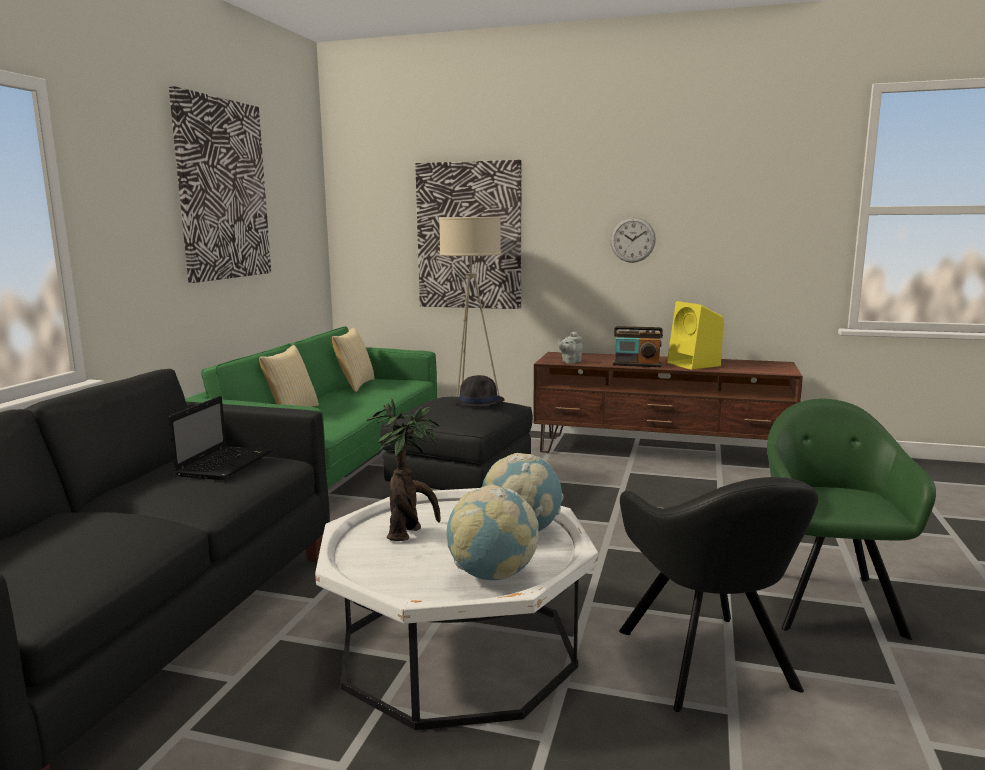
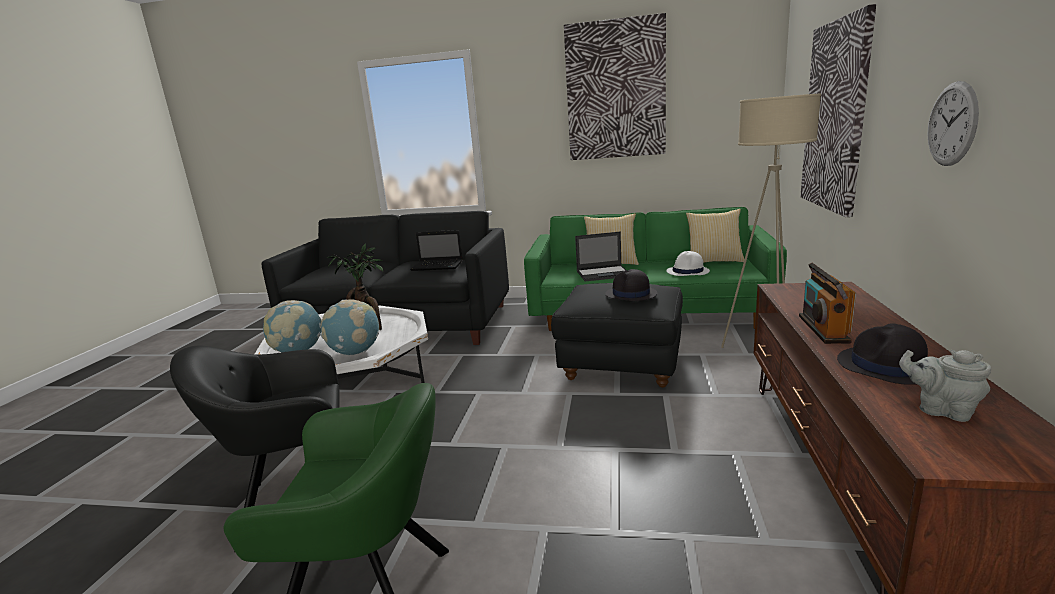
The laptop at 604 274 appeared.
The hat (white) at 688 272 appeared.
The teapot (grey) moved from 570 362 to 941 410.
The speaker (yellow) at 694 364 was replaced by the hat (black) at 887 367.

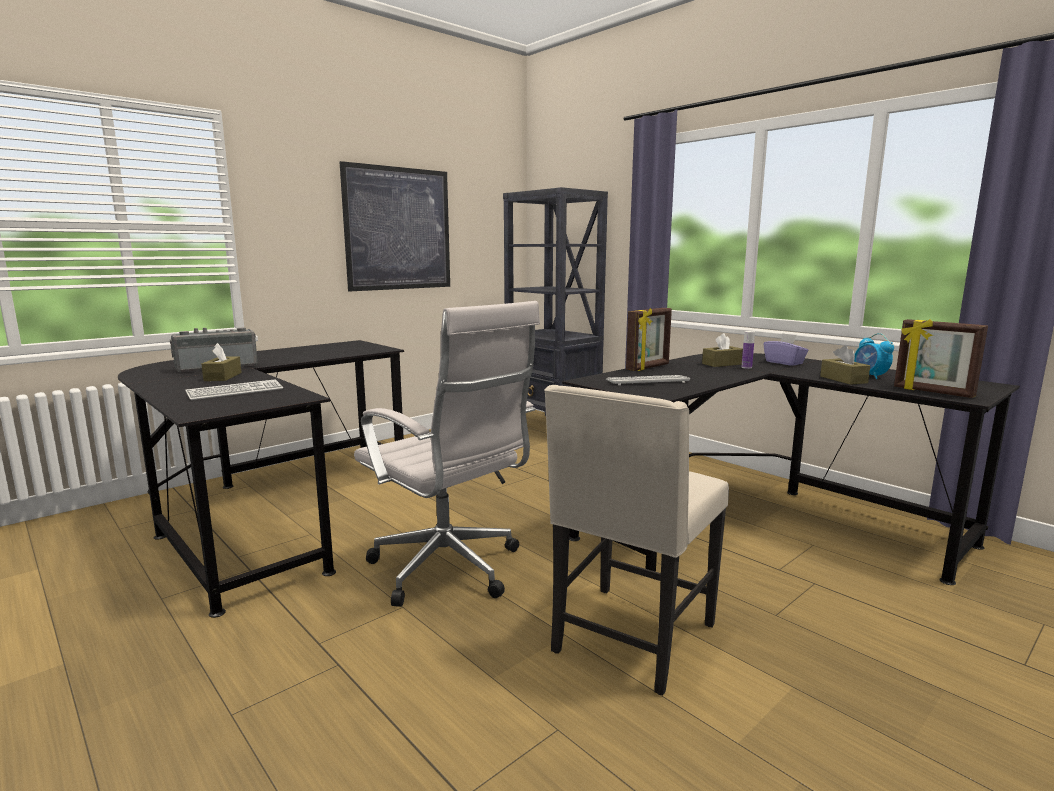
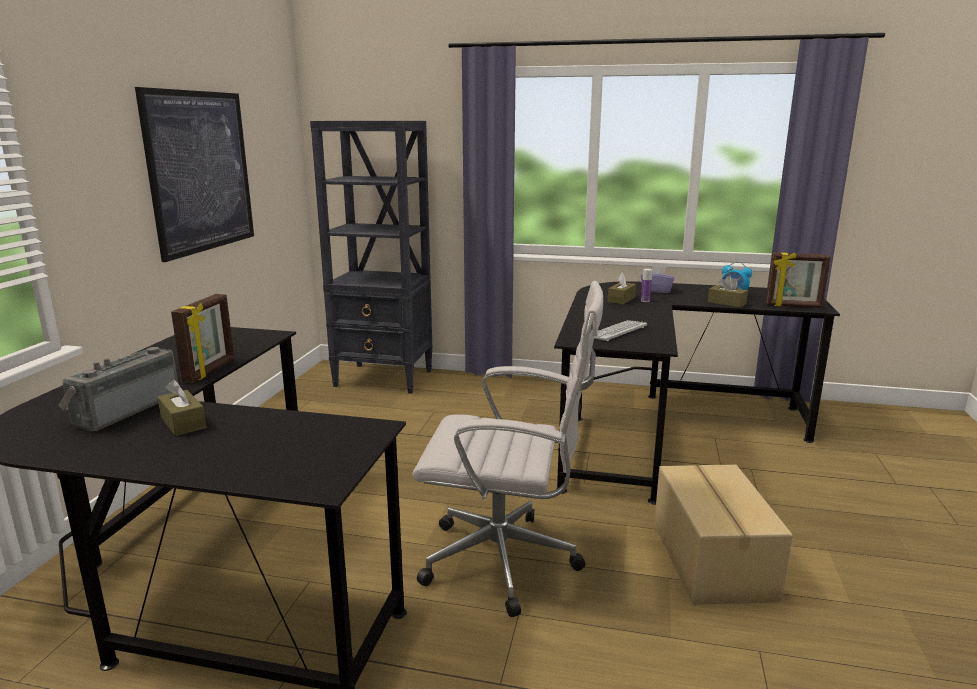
The keyboard at 235 391 disappeared.
The picture frame moved from 648 367 to 210 371.
The chair (beige) at 630 639 was replaced by the cardboard box at 710 560.

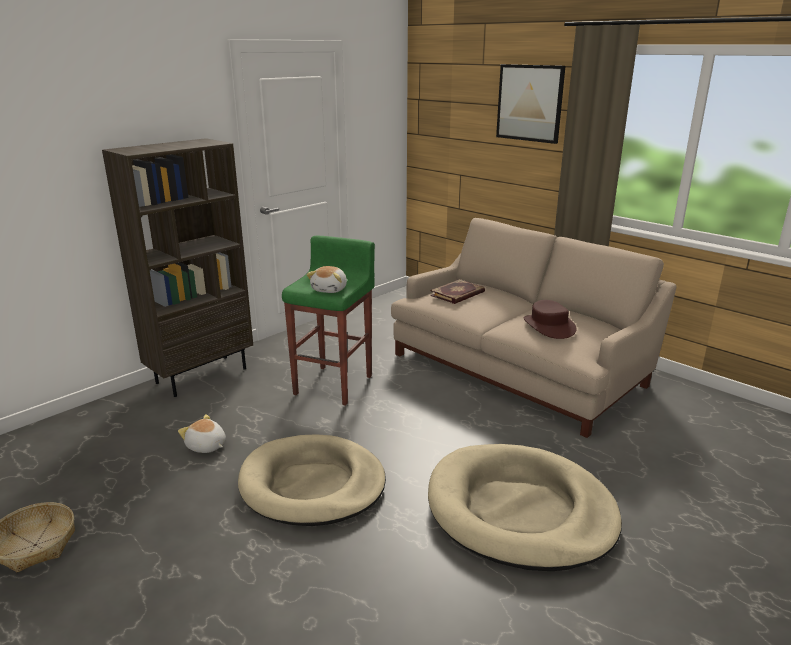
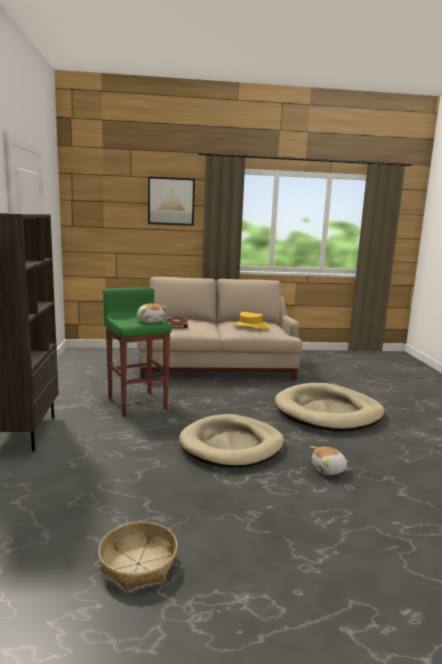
The plush toy moved from 206 446 to 328 470.
The hat (brown) at 548 326 became the hat (yellow) at 250 326.

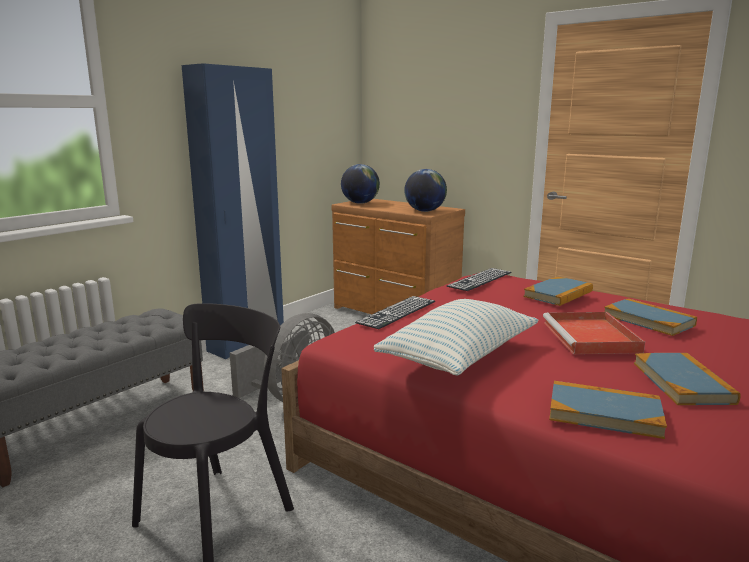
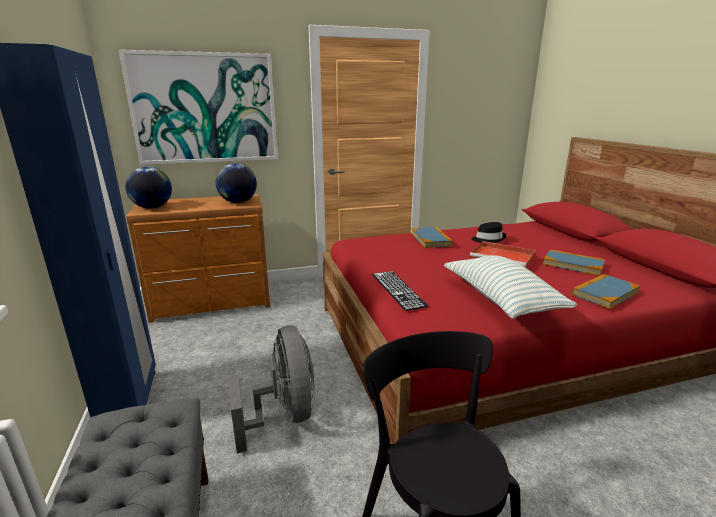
The keyboard at 480 279 disappeared.
The picture at 205 109 appeared.
The book at 648 320 was replaced by the hat (black) at 488 239.

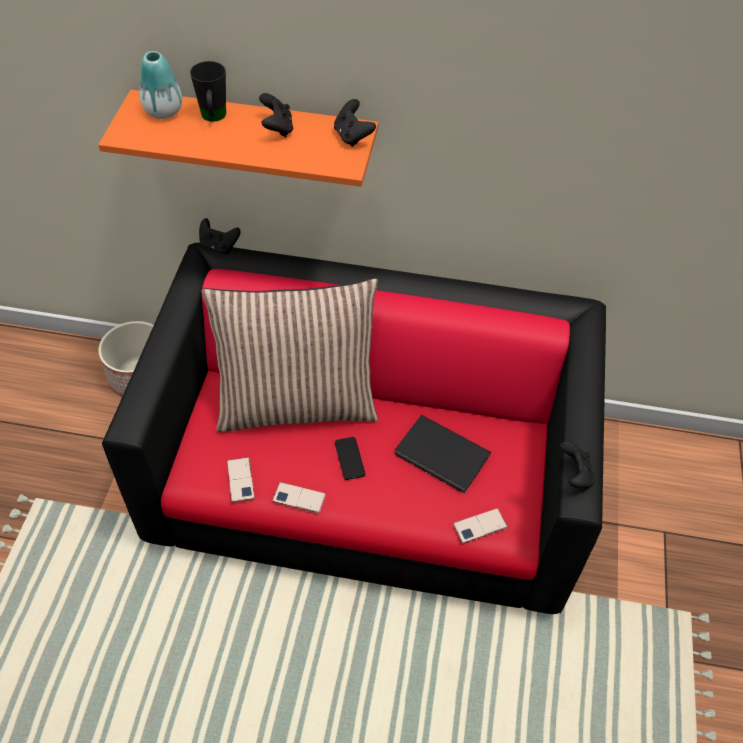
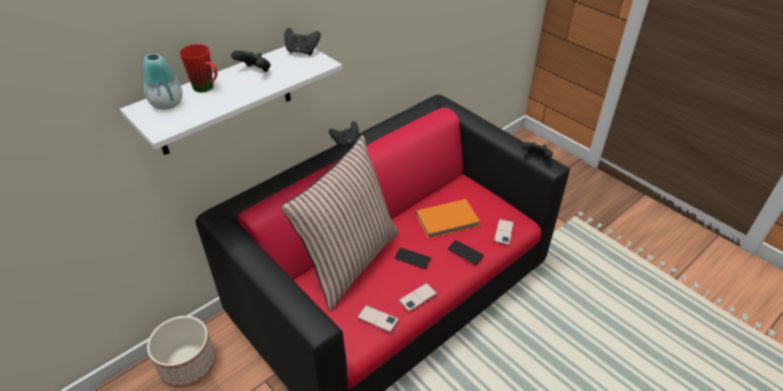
The phone at 465 252 appeared.
The game controller (black) moved from 219 246 to 346 142.
The shelf (orange) at 256 139 became the shelf (white) at 224 99.
The mug (black) at 213 118 became the mug (red) at 207 88.
The book (black) at 442 457 became the book (orange) at 448 220.

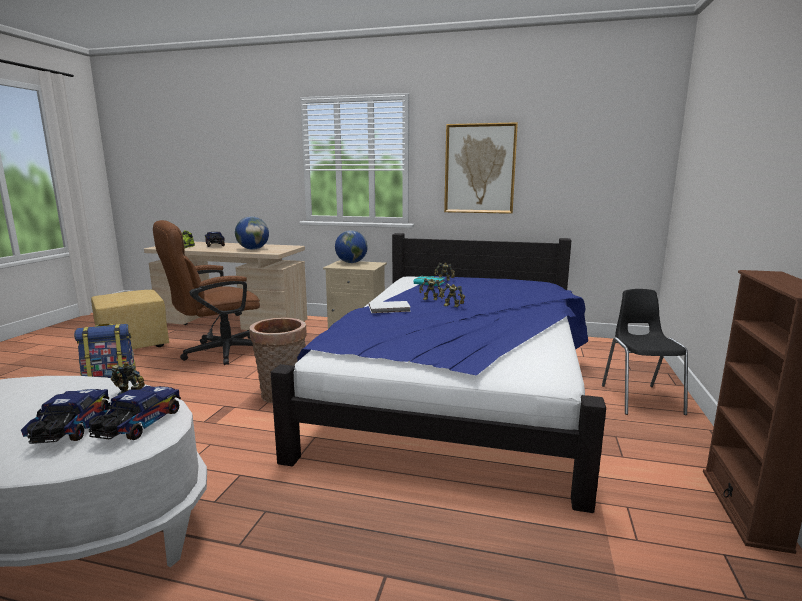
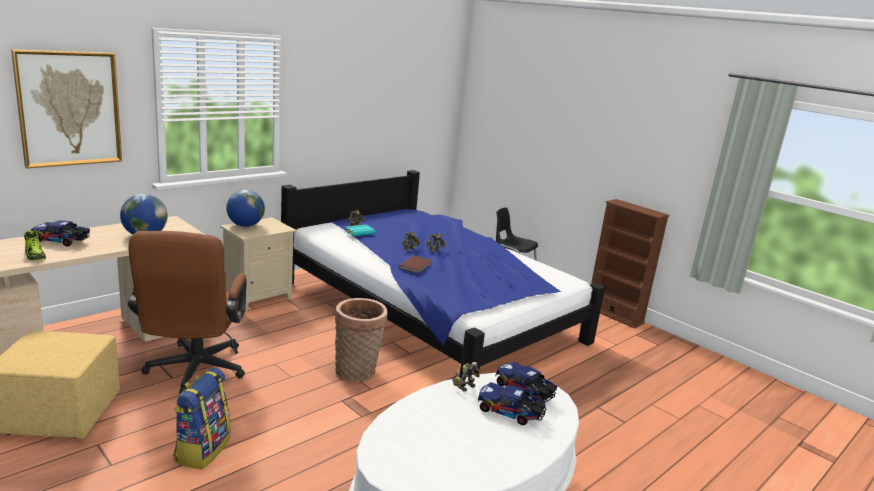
The picture moved from 479 169 to 69 109.
The book (white) at 390 309 became the book (brown) at 416 266.

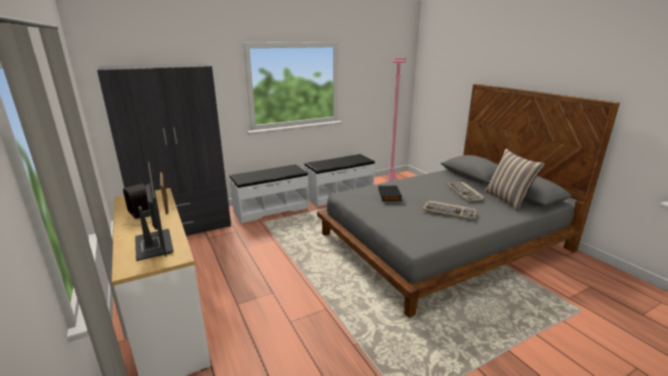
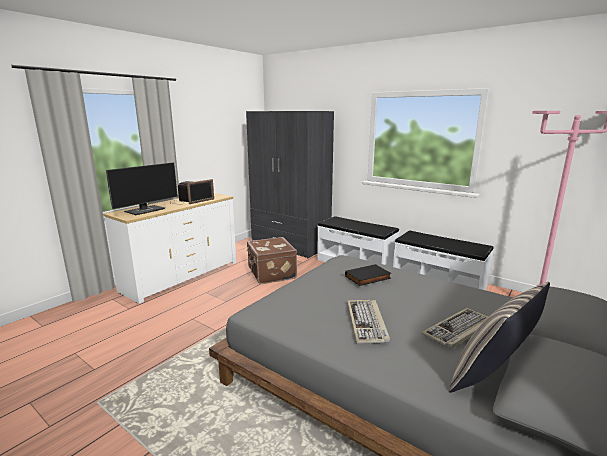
The suitcase (brown) at 271 273 appeared.

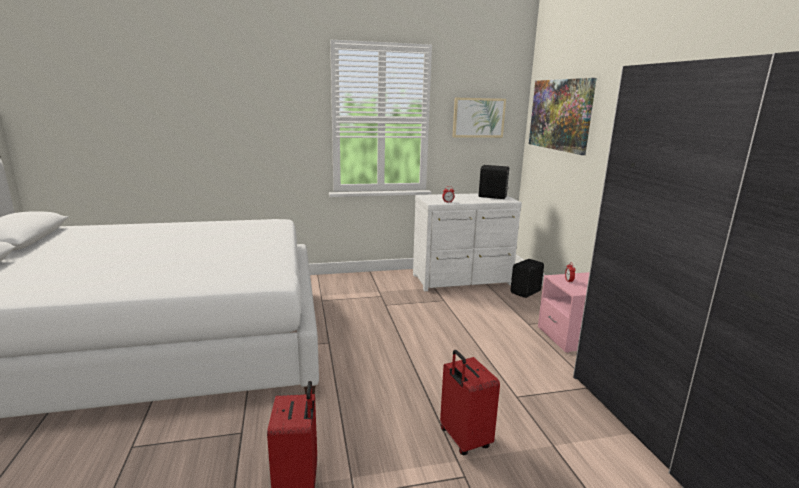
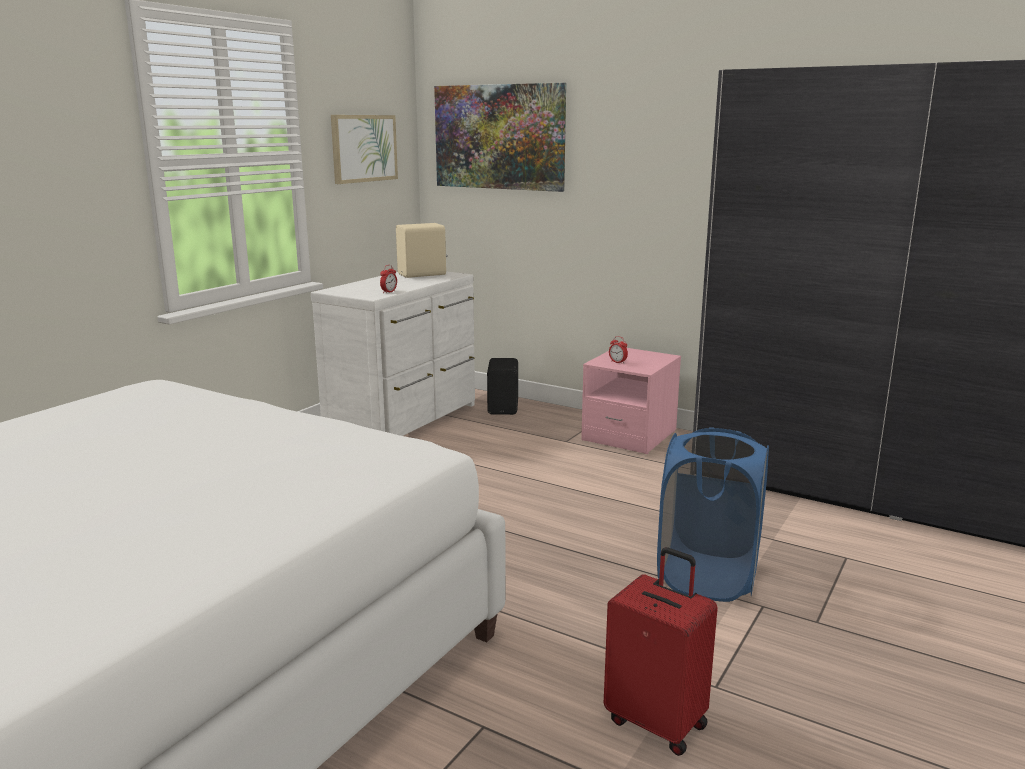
The suitcase (red) at 463 439 was replaced by the laundry basket (blue) at 707 577.
The speaker (black) at 493 197 became the speaker (beige) at 423 274.

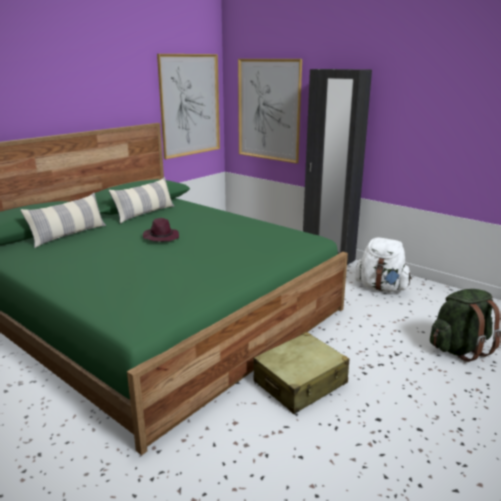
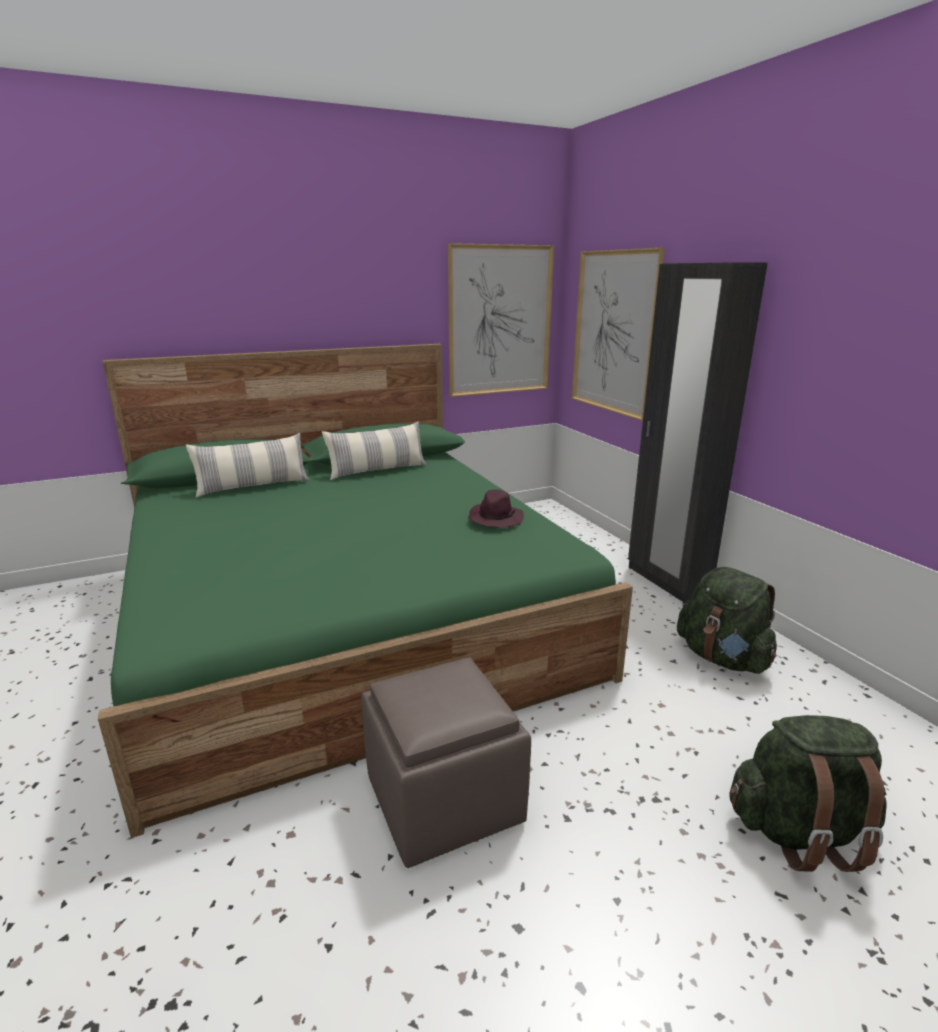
The hat (purple) moved from 161 237 to 495 519.
The suitcase (beige) at 300 383 was replaced by the ottoman (brown) at 444 798.
The backpack (white) at 381 288 became the backpack (green) at 722 658.

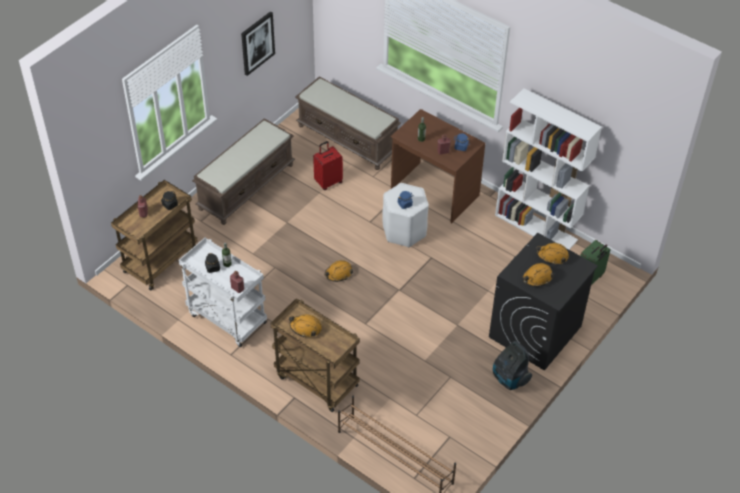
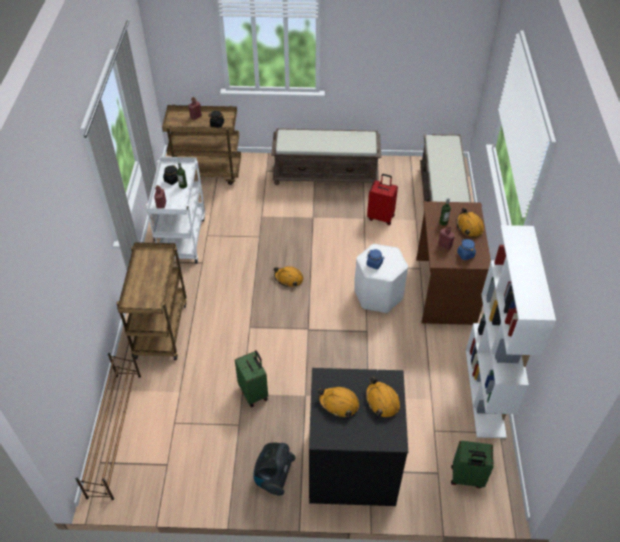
The picture at 257 43 disappeared.
The suitcase (green) at 254 392 appeared.
The hard hat (orange) moved from 305 328 to 469 226.

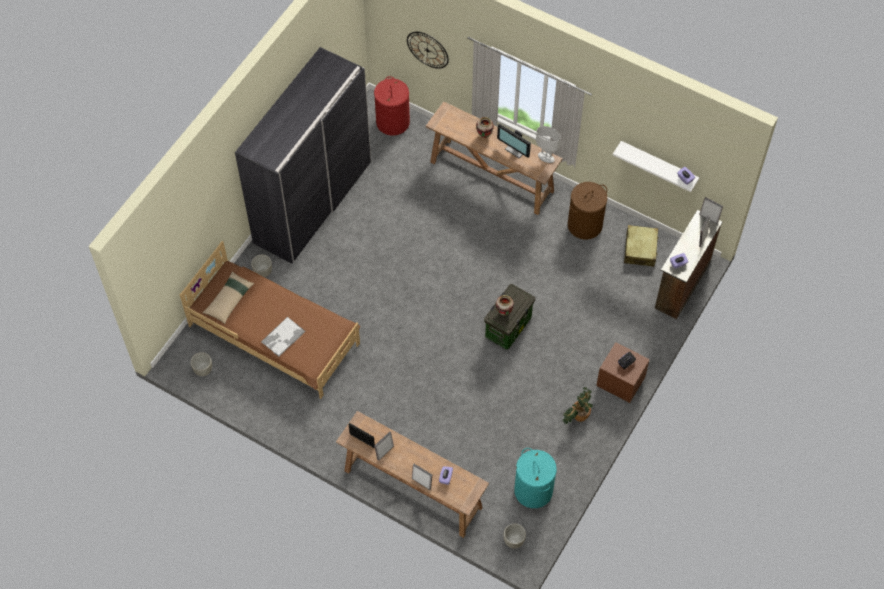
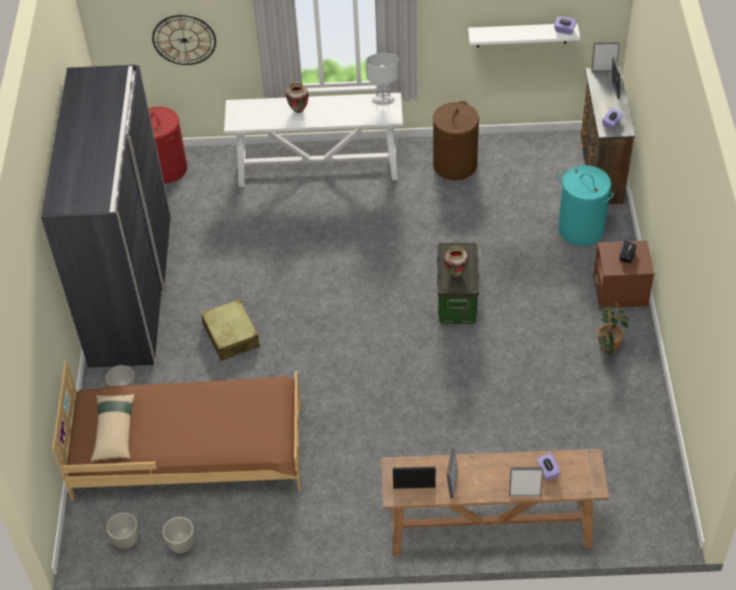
The tray at 283 337 disappeared.
The monitor at 517 149 disappeared.
The planter (grey) moved from 513 541 to 181 544.
The laundry basket (turquoise) moved from 533 490 to 580 229.
The suitcase (beige) moved from 640 249 to 231 336.
The console table (brown) at 492 177 became the console table (white) at 319 168.

